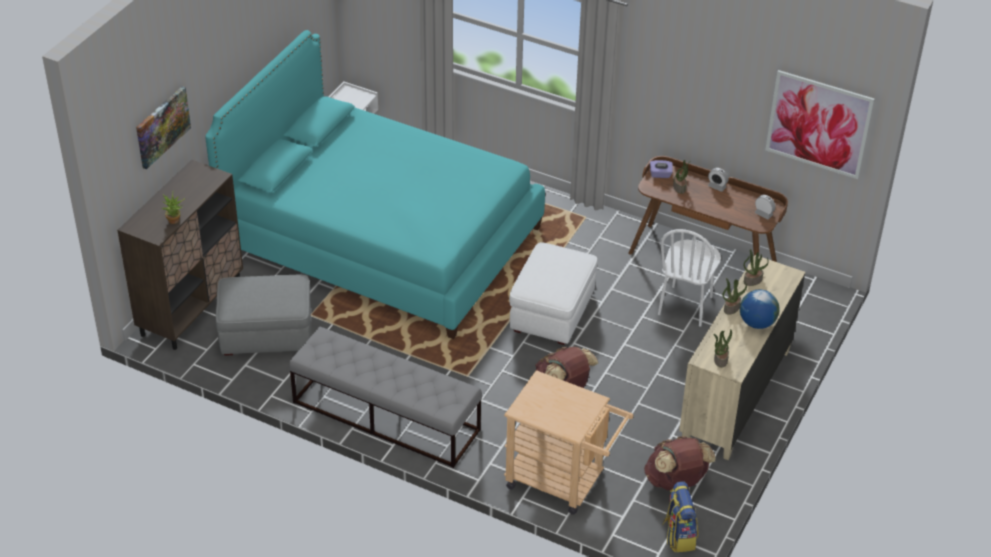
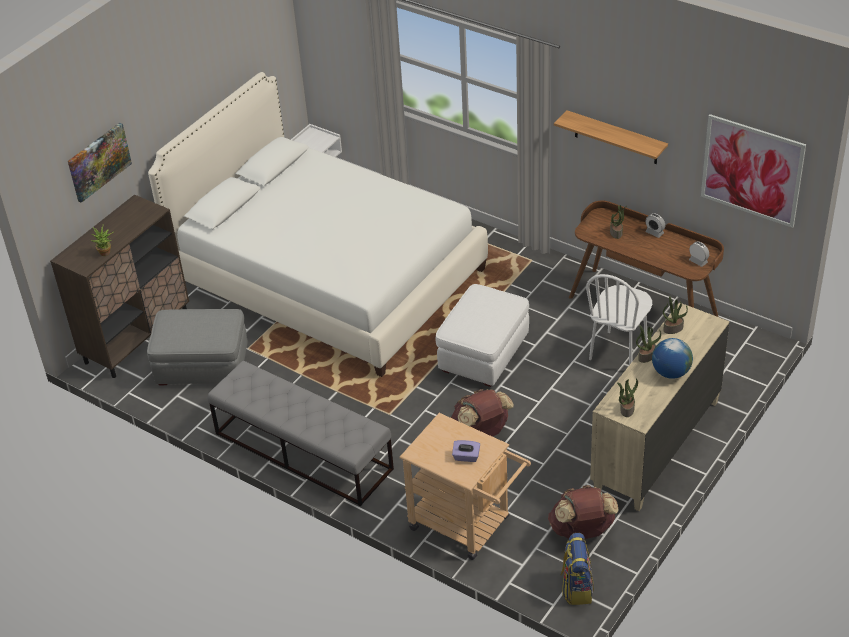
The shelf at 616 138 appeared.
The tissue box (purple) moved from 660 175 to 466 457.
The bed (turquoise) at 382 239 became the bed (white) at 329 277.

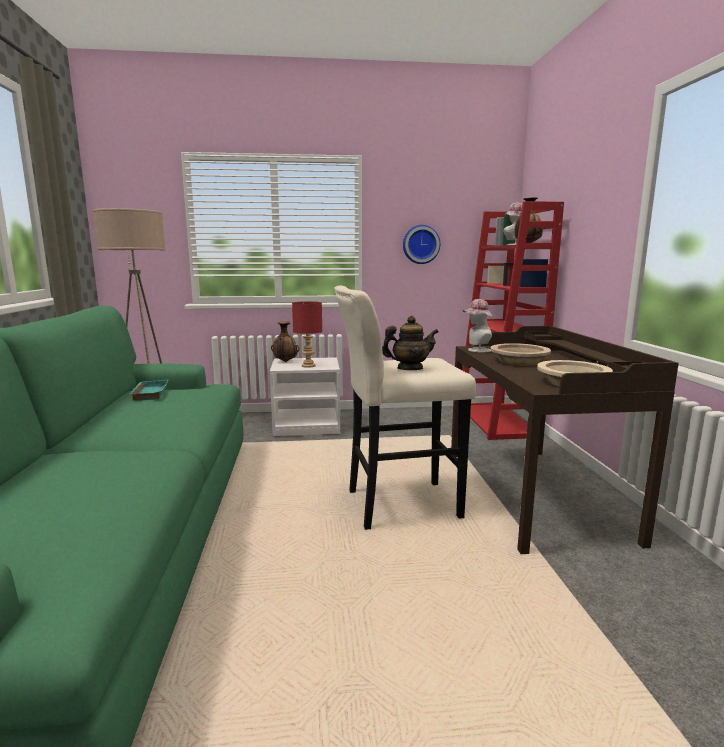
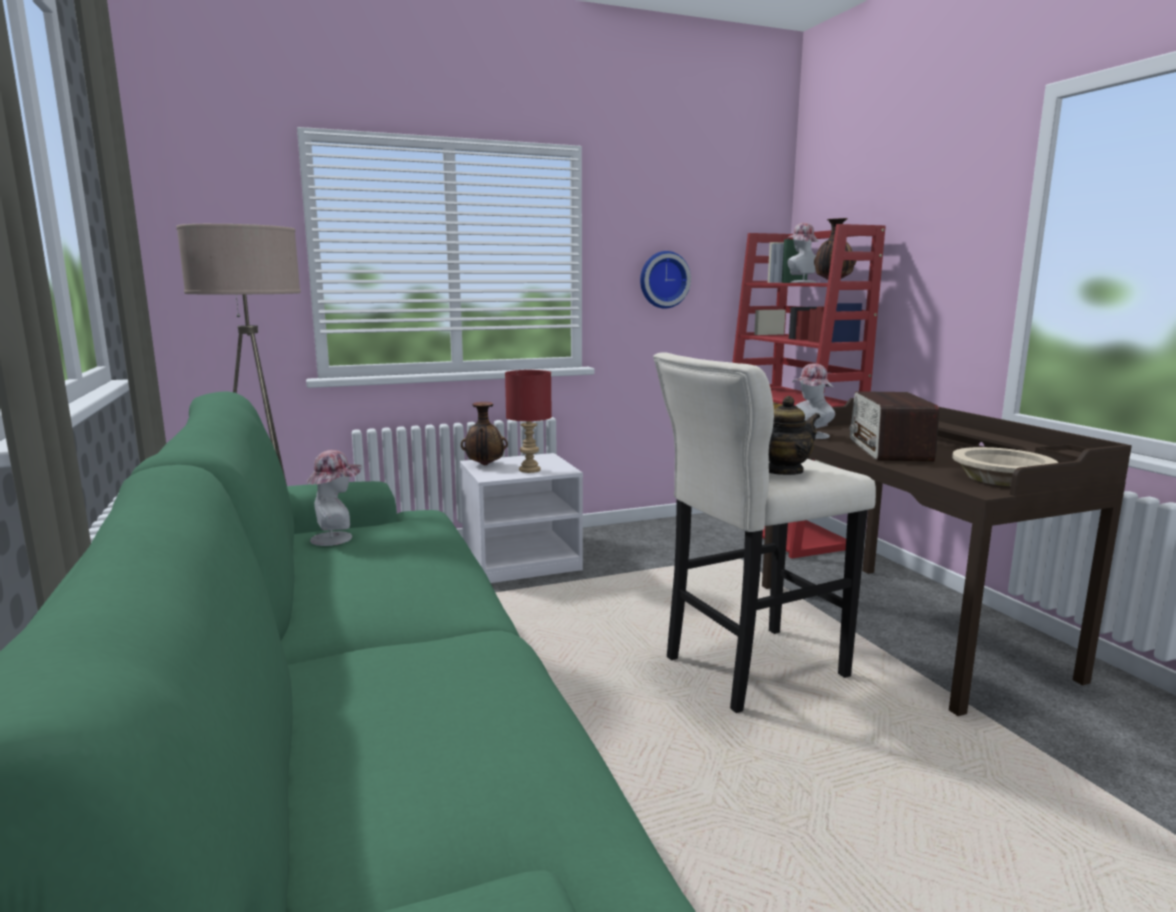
The tray (turquoise) at 149 393 was replaced by the hat at 337 537.
The bowl (beige) at 519 361 was replaced by the radio at 889 450.

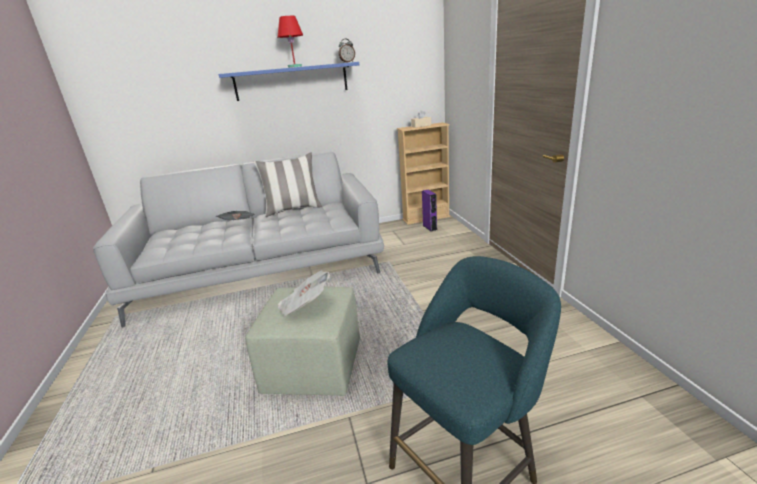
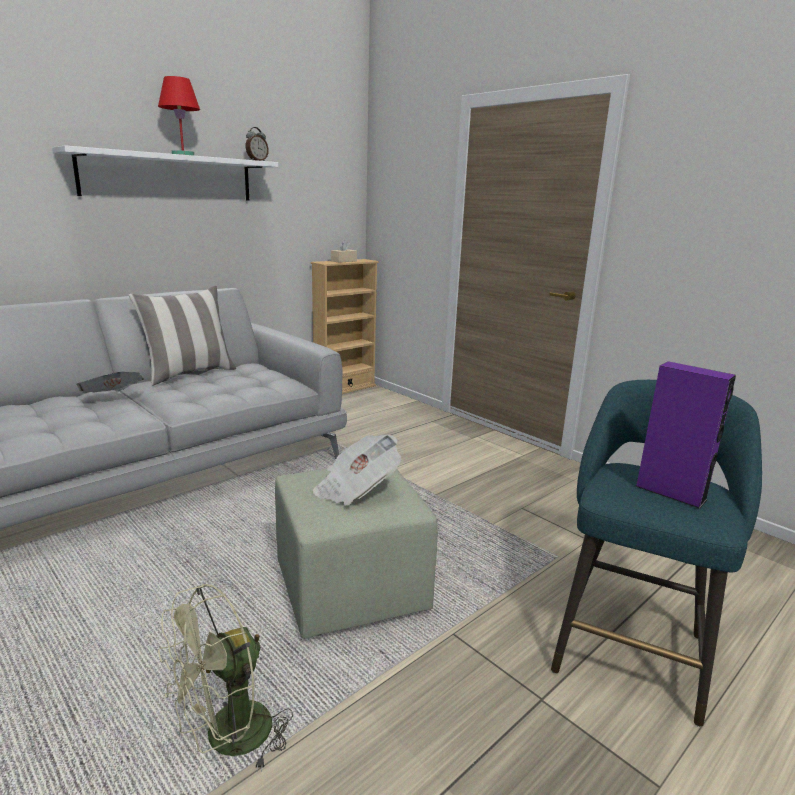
The fan (green) at 227 740 appeared.
The speaker (purple) moved from 430 227 to 670 492.
The shelf (blue) at 291 81 became the shelf (white) at 169 177.

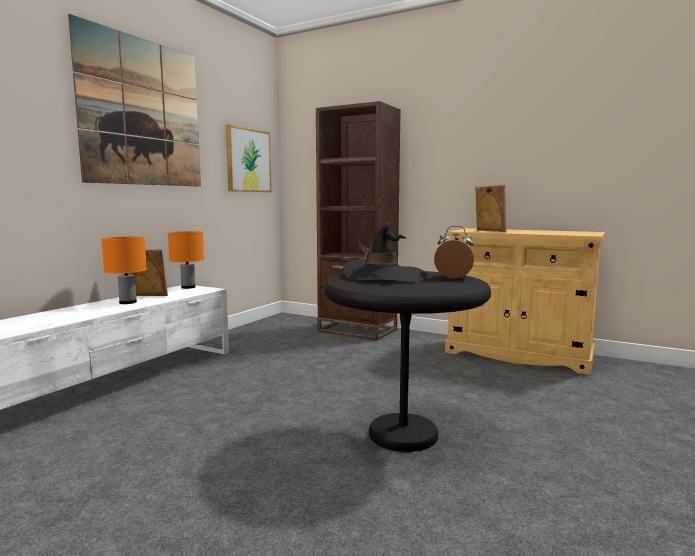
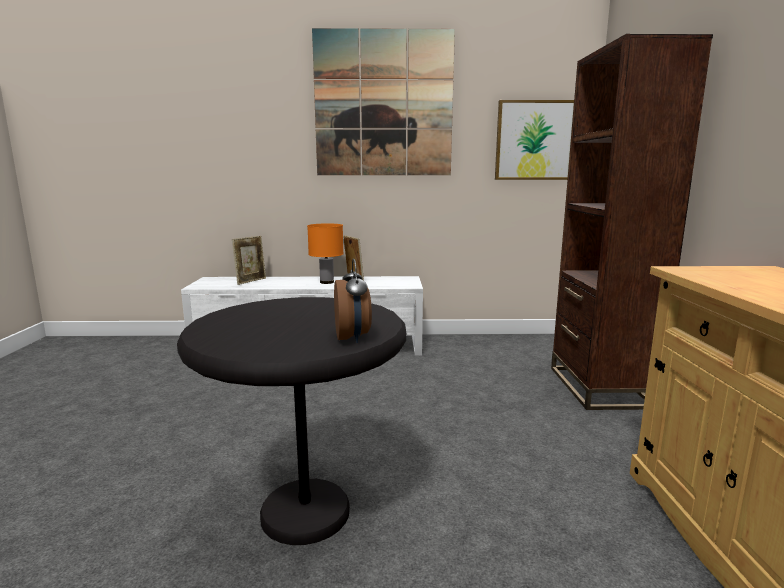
The table lamp (orange) at 188 287 disappeared.
The hat (black) at 384 277 disappeared.
The picture frame moved from 489 231 to 251 281.

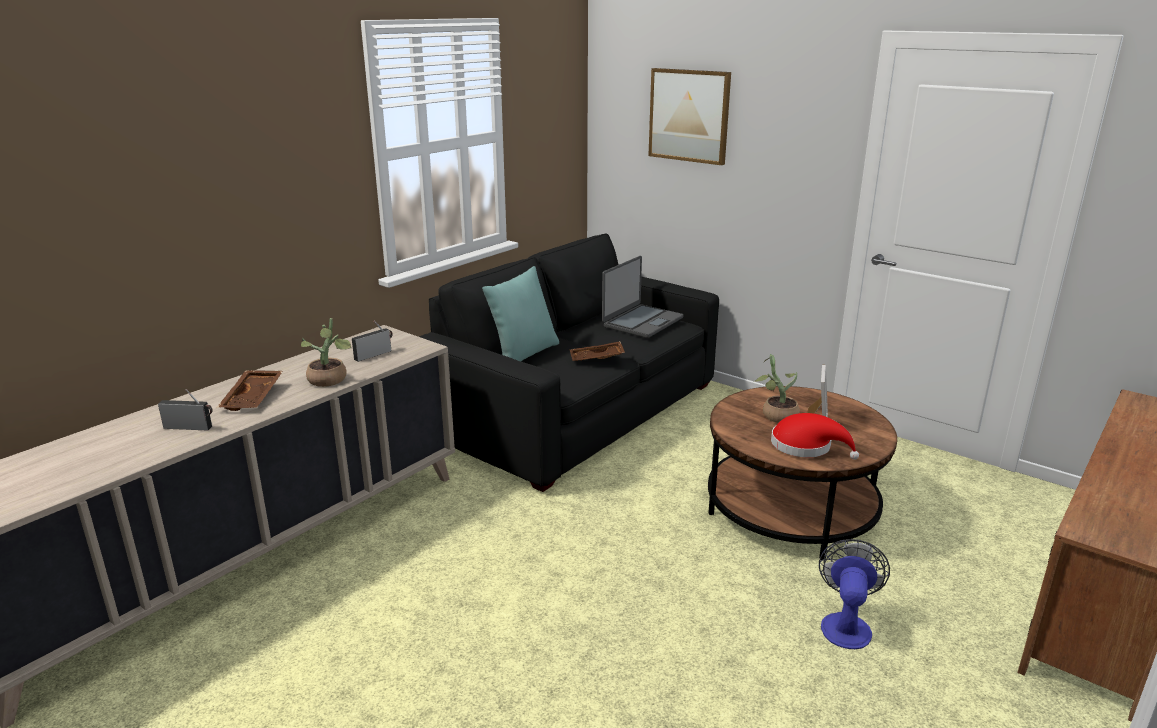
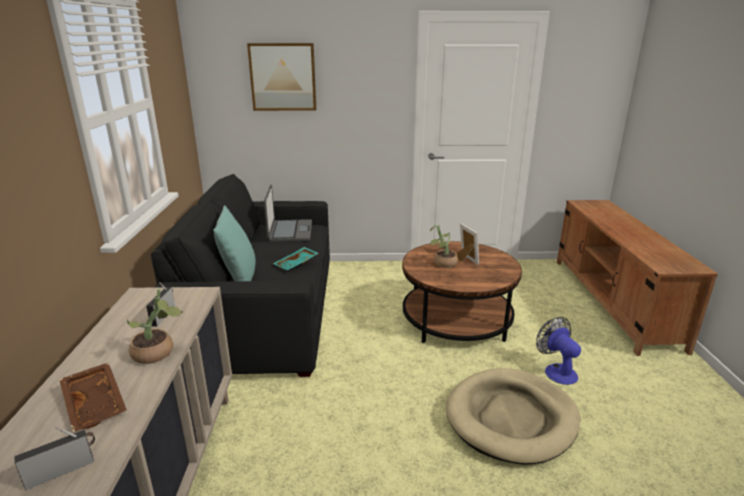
The hat (red) at 806 446 disappeared.
The dog bed (beige) at 511 418 appeared.
The tray (brown) at 597 359 became the tray (turquoise) at 297 264.

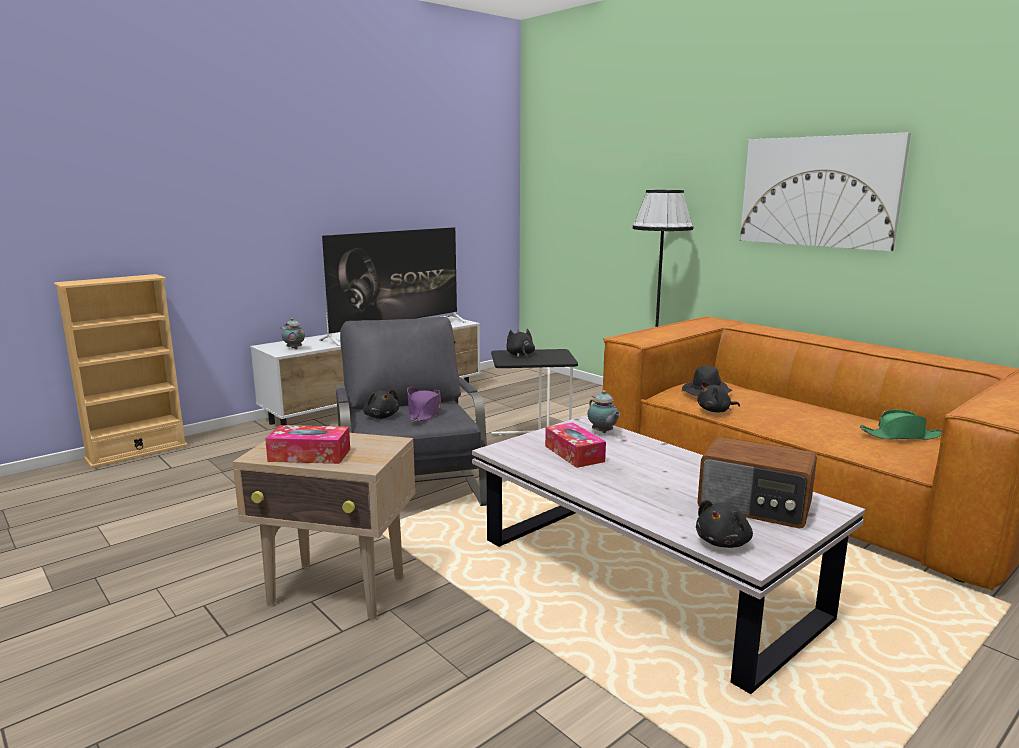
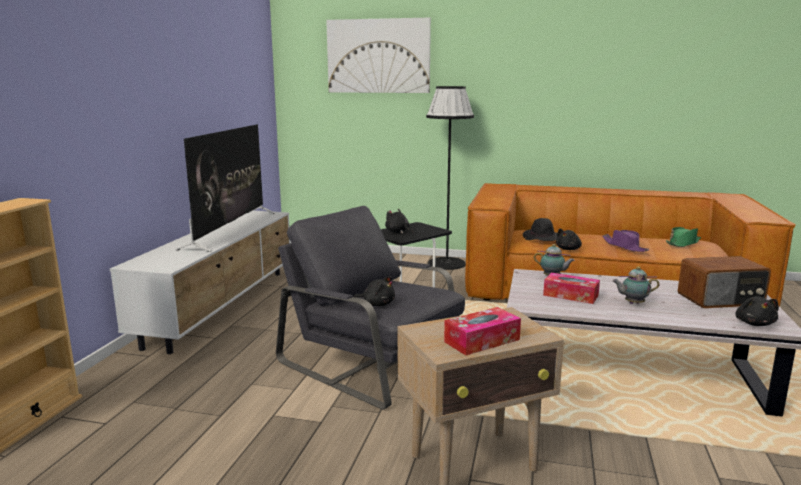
The teapot moved from 294 348 to 632 303.
The hat (purple) moved from 424 412 to 624 246.
The picture moved from 818 191 to 378 56.

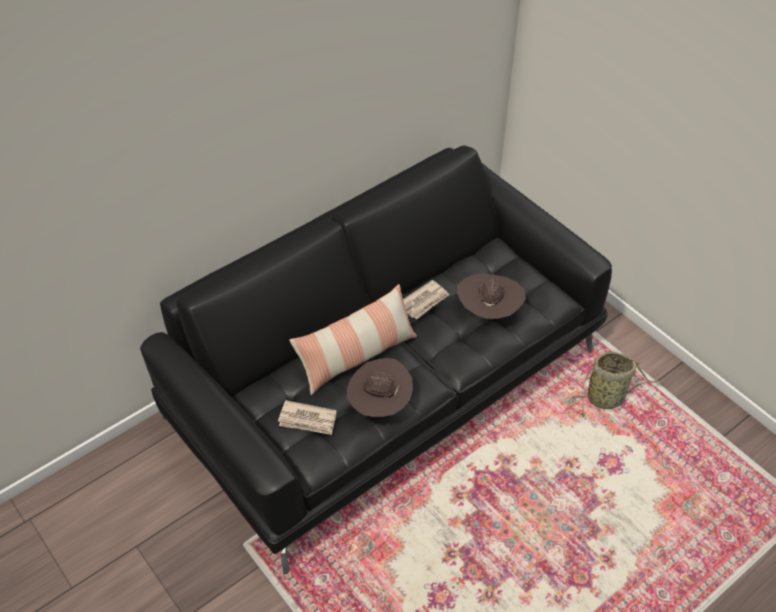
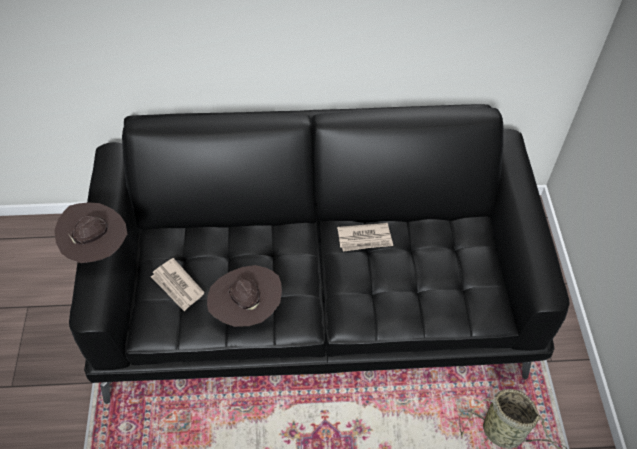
The pillow at 357 356 disappeared.
The hat (brown) moved from 489 311 to 97 248.

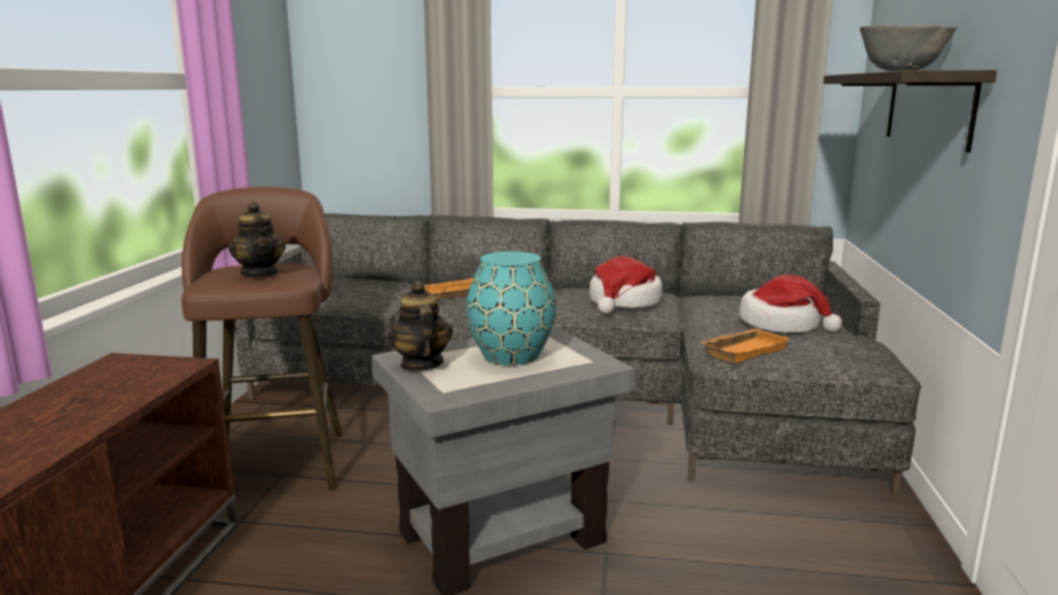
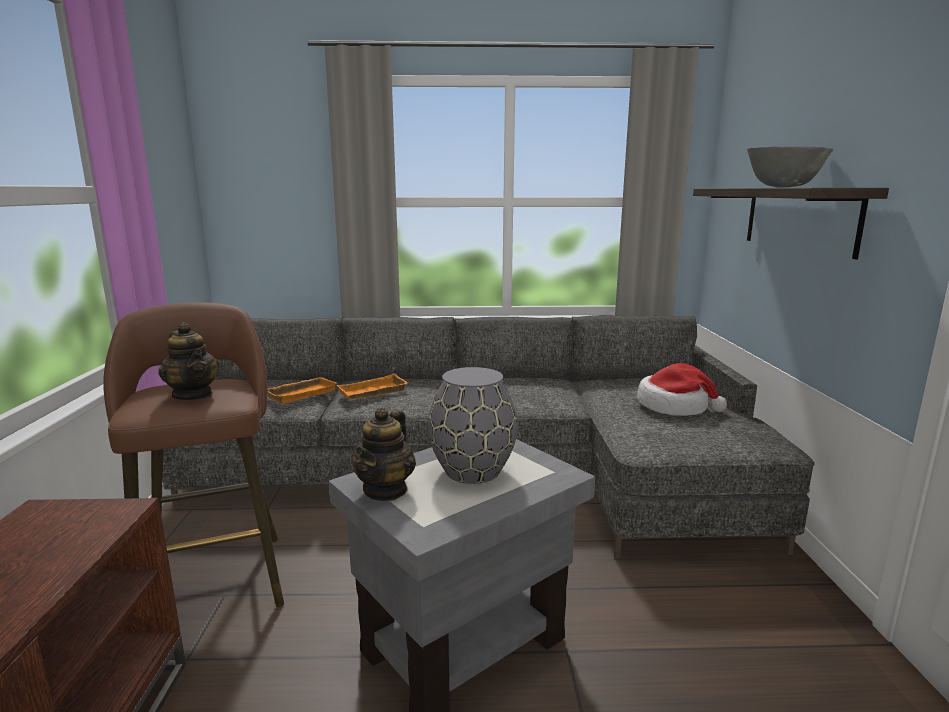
The hat at 624 302 disappeared.
The tray (orange) moved from 743 350 to 301 393.
The vase (turquoise) at 512 355 became the vase (grey) at 474 470.
The teapot at 421 364 turned 135 degrees counterclockwise.

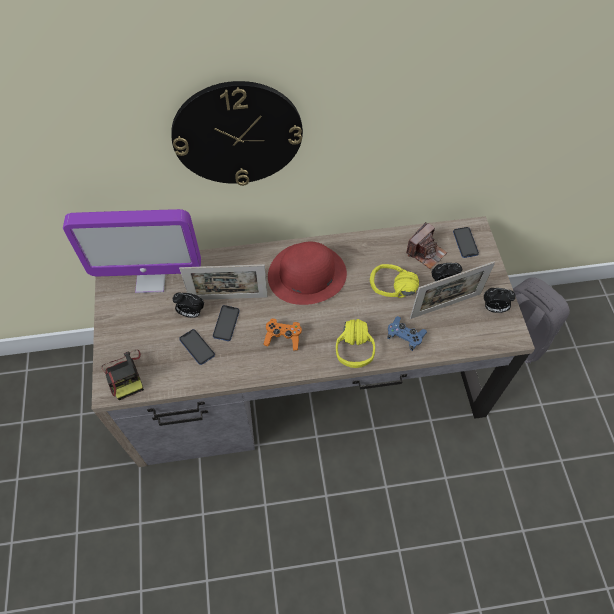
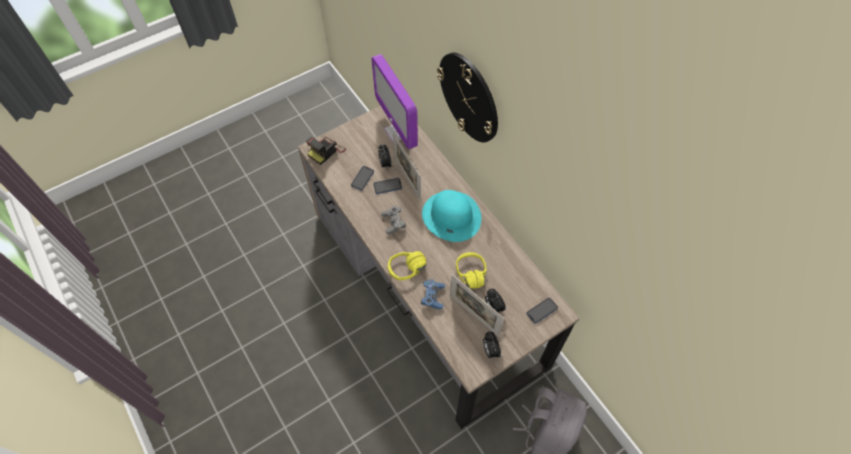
The photo camera at 425 252 disappeared.
The game controller (orange) at 283 338 became the game controller (grey) at 393 222.
The hat (red) at 307 274 became the hat (turquoise) at 451 216.

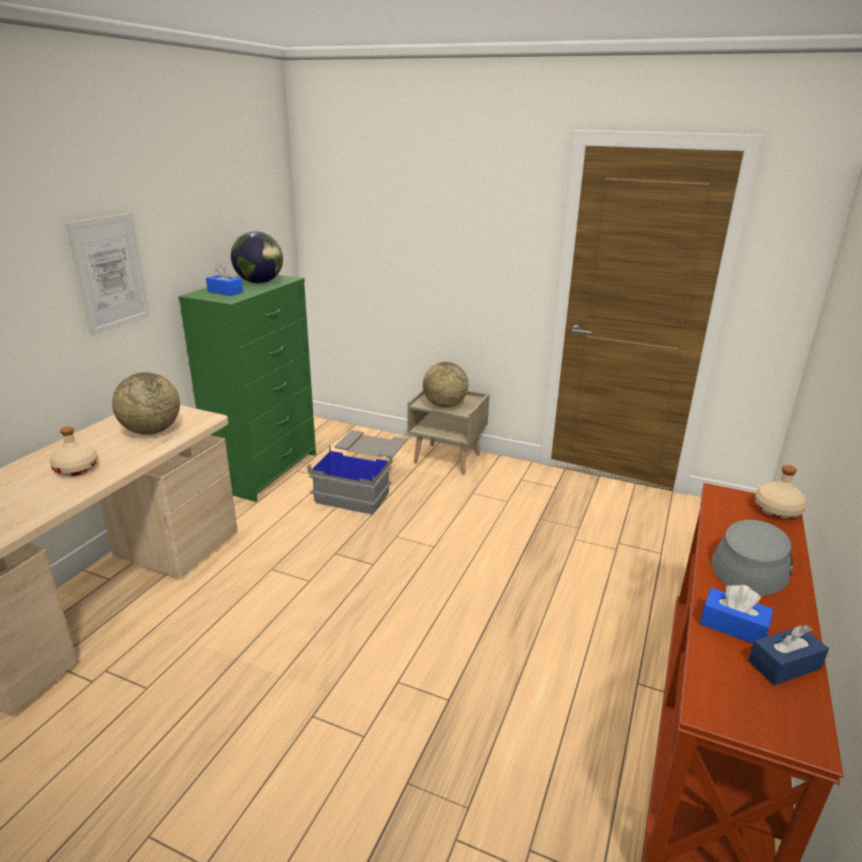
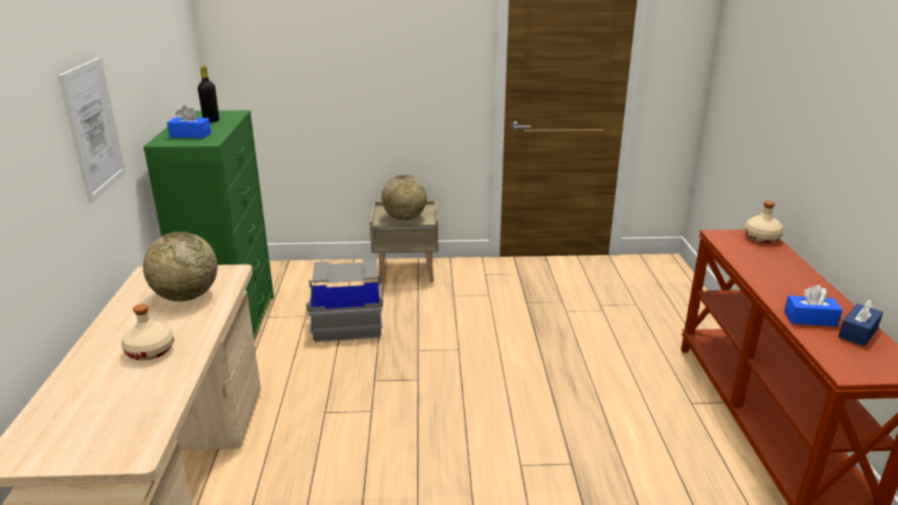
The hat (grey) at 751 563 disappeared.
The globe at 260 282 was replaced by the bottle (black) at 211 120.

